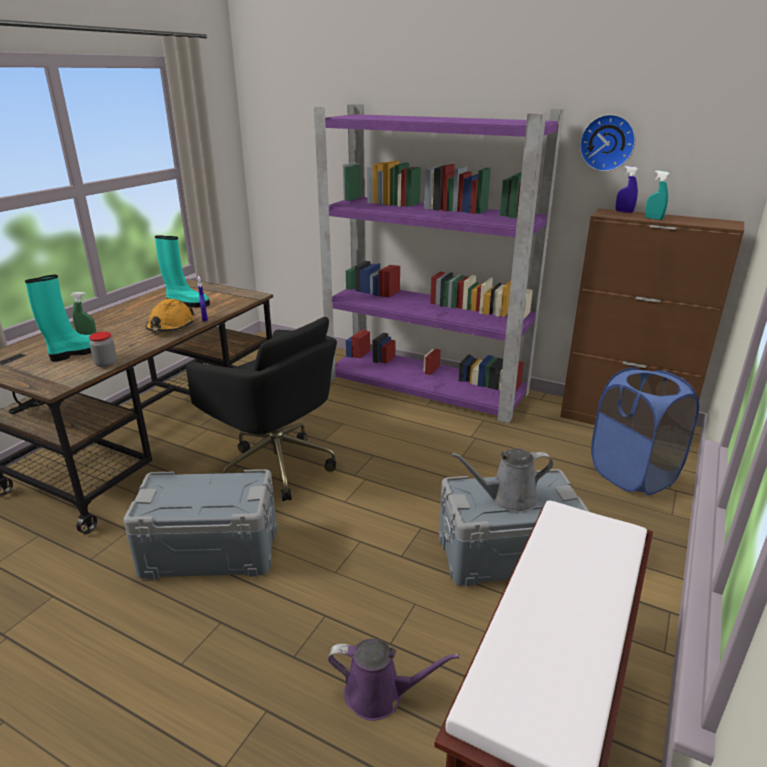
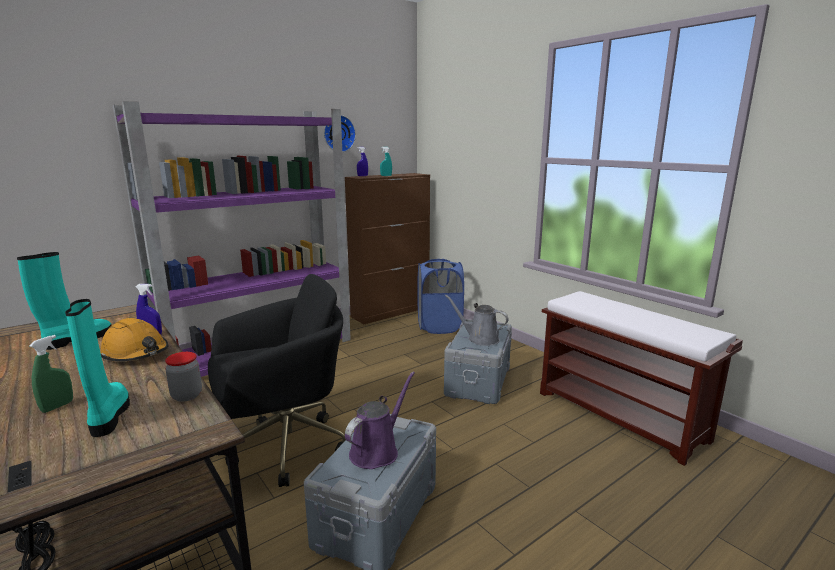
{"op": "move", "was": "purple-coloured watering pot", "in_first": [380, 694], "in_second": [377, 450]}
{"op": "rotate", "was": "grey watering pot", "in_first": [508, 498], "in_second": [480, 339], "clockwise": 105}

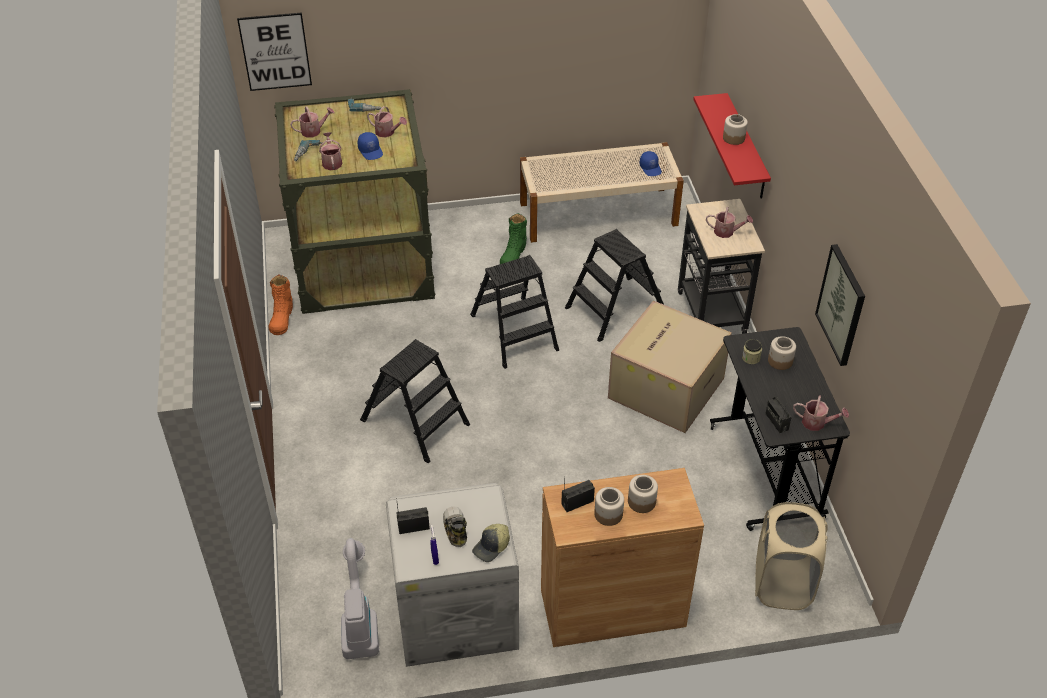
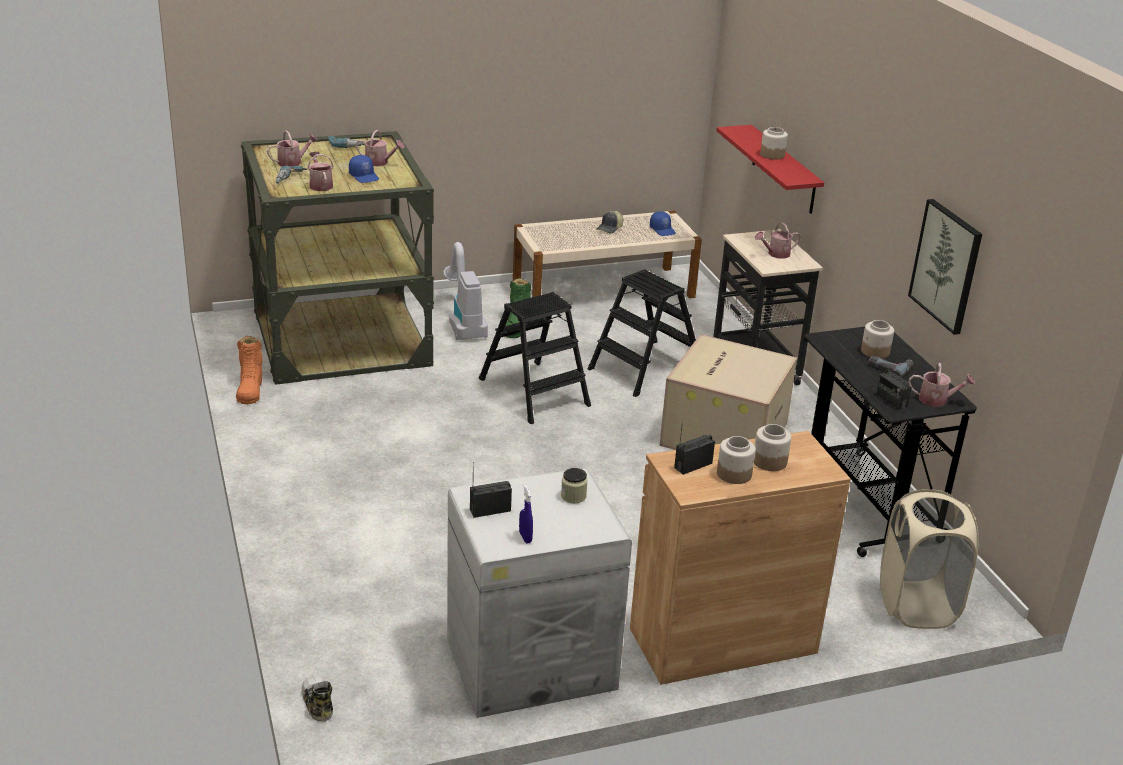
{"op": "delete", "was": "wall picture", "in_first": [275, 52]}
{"op": "move", "was": "hoover", "in_first": [359, 619], "in_second": [463, 322]}
{"op": "delete", "was": "black-coloured step ladder", "in_first": [415, 422]}
{"op": "move", "was": "low shoe", "in_first": [455, 529], "in_second": [317, 703]}
{"op": "move", "was": "baseball cap", "in_first": [492, 547], "in_second": [610, 228]}
{"op": "rotate", "was": "watering pot", "in_first": [727, 232], "in_second": [776, 254], "clockwise": 150}
{"op": "move", "was": "storage jar", "in_first": [751, 358], "in_second": [573, 496]}
{"op": "insert", "now": "electric drill", "in_second": [890, 368]}

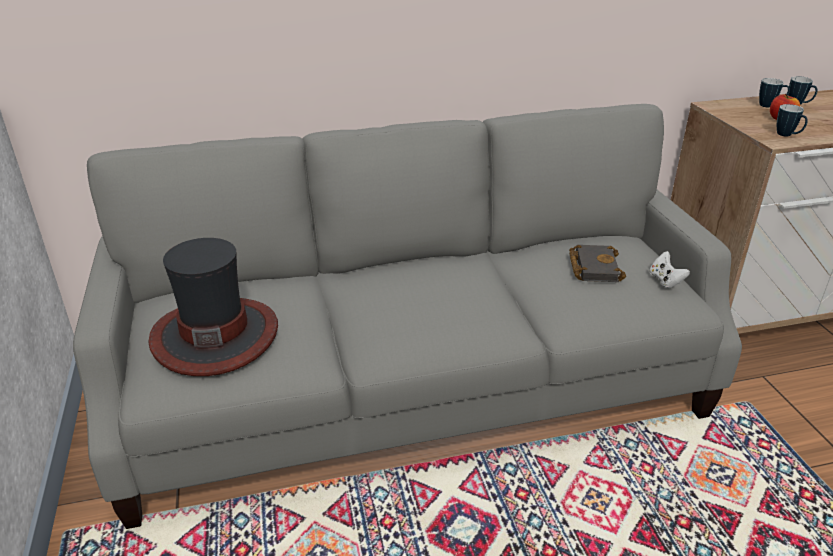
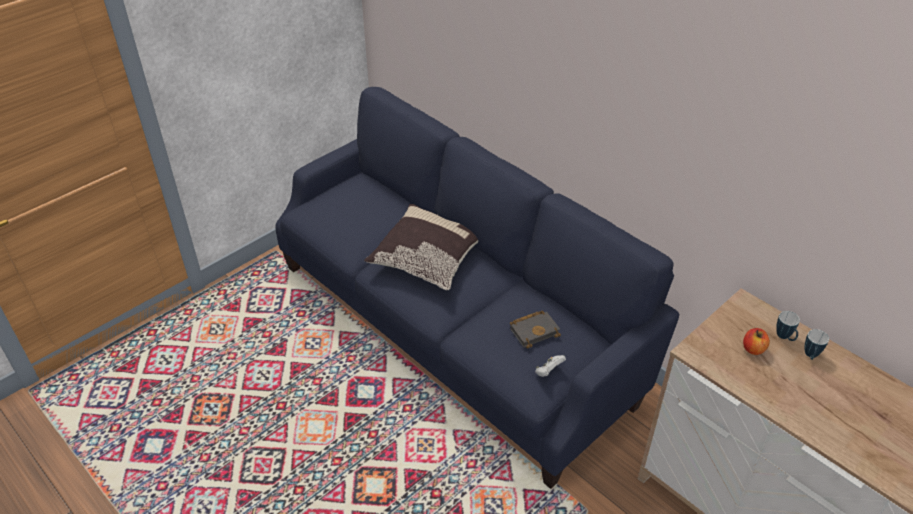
{"op": "recolor", "was": "grey settee", "now": "bluish settee", "in_first": [416, 394], "in_second": [457, 328]}
{"op": "delete", "was": "wearable hat", "in_first": [215, 335]}
{"op": "delete", "was": "tea mug", "in_first": [787, 136]}
{"op": "insert", "now": "pillow", "in_second": [428, 258]}

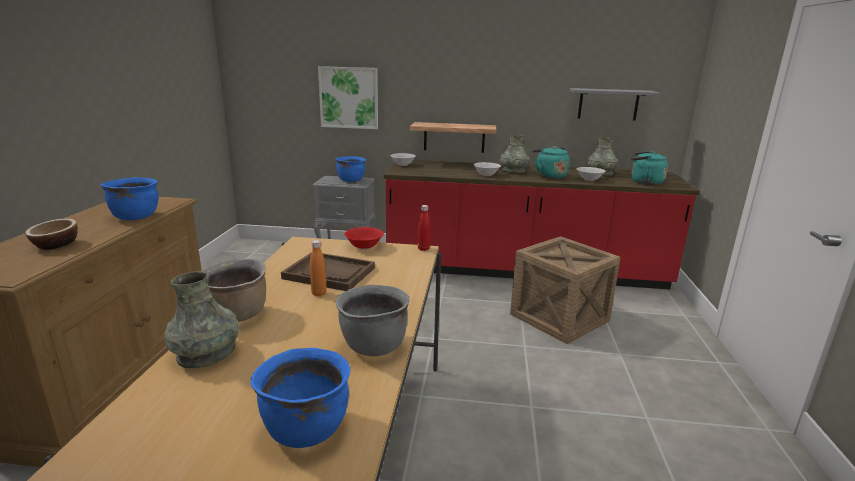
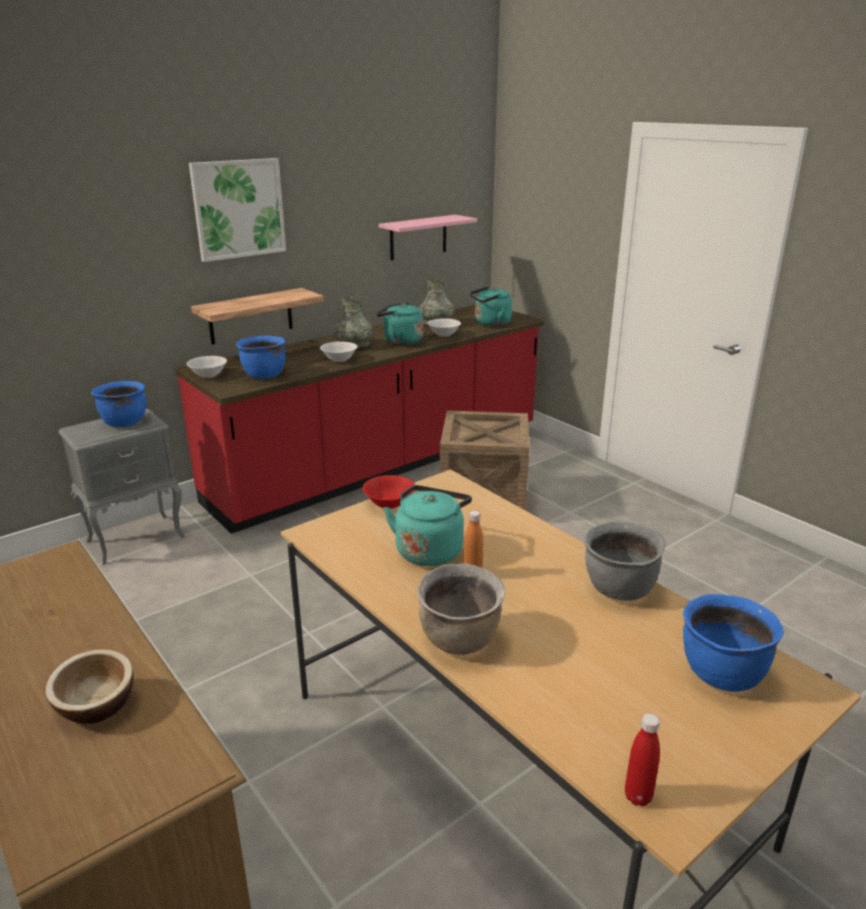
{"op": "move", "was": "bluish cooking pot", "in_first": [135, 216], "in_second": [264, 375]}
{"op": "delete", "was": "grey flower vase", "in_first": [206, 353]}
{"op": "replace", "was": "brown serving tray", "now": "turquoise-coloured water kettle", "in_first": [329, 273], "in_second": [430, 550]}
{"op": "move", "was": "wall picture", "in_first": [349, 97], "in_second": [238, 209]}
{"op": "move", "was": "red-coloured bottle", "in_first": [423, 249], "in_second": [638, 796]}
{"op": "recolor", "was": "grey wall shelf", "now": "pink-coloured wall shelf", "in_first": [608, 104], "in_second": [418, 237]}

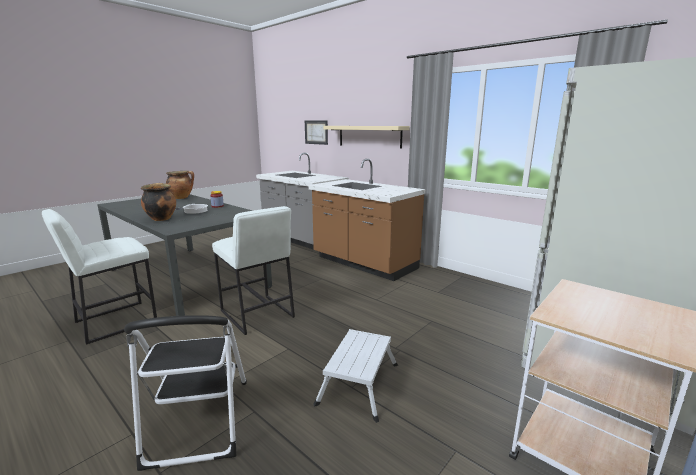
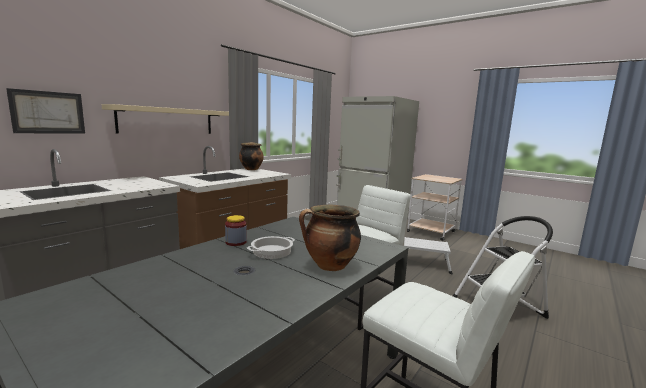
{"op": "move", "was": "cooking pot", "in_first": [182, 198], "in_second": [251, 169]}

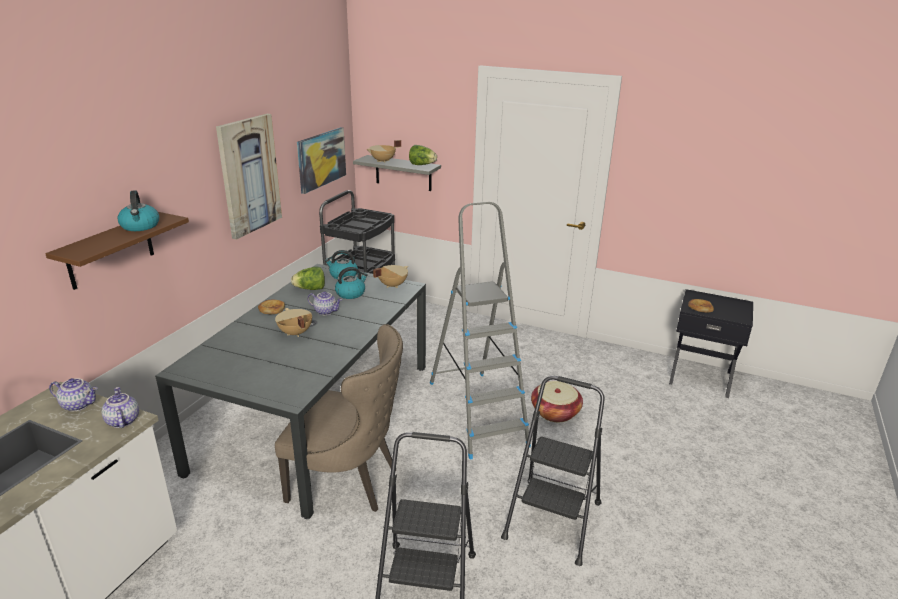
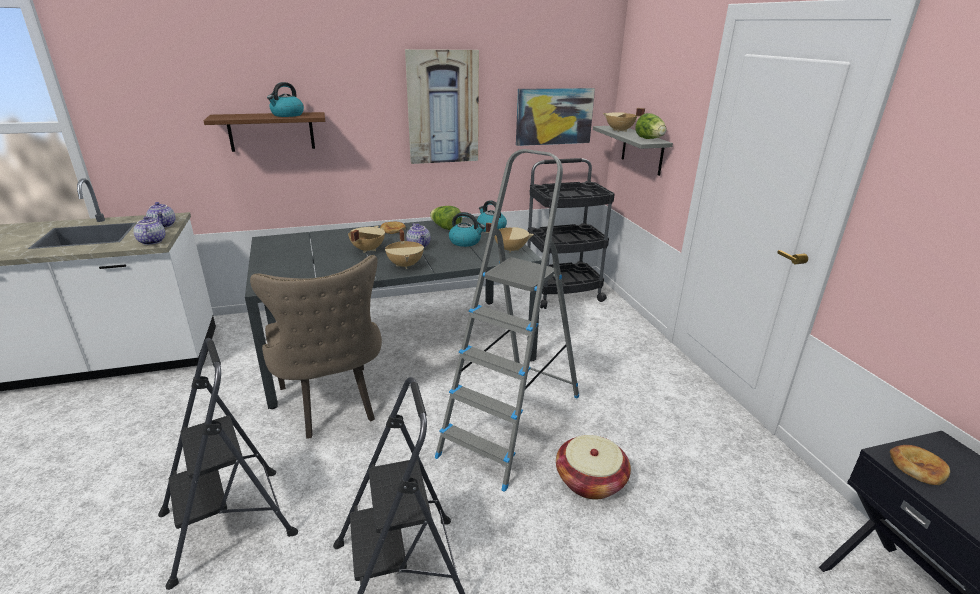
{"op": "rotate", "was": "pot for tea", "in_first": [122, 421], "in_second": [151, 241], "clockwise": -45}
{"op": "insert", "now": "beige cooking pot", "in_second": [406, 265]}

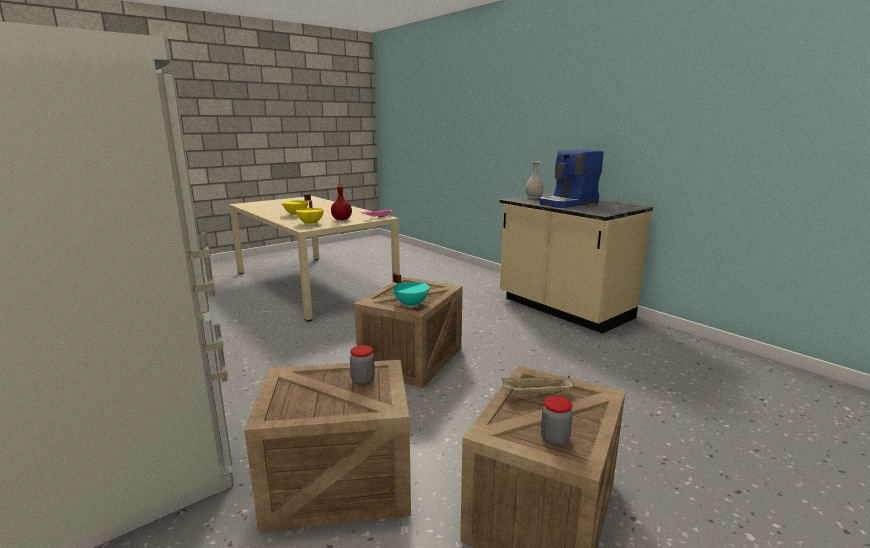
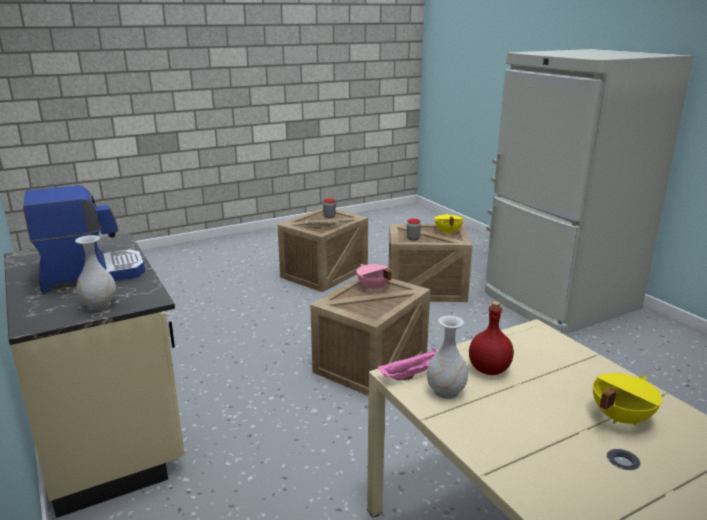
{"op": "move", "was": "yellow-coloured cooking pot", "in_first": [311, 223], "in_second": [447, 232]}
{"op": "recolor", "was": "turquoise-coloured cooking pot", "now": "pink-coloured cooking pot", "in_first": [411, 304], "in_second": [373, 288]}
{"op": "insert", "now": "white-coloured flower vase", "in_second": [446, 391]}

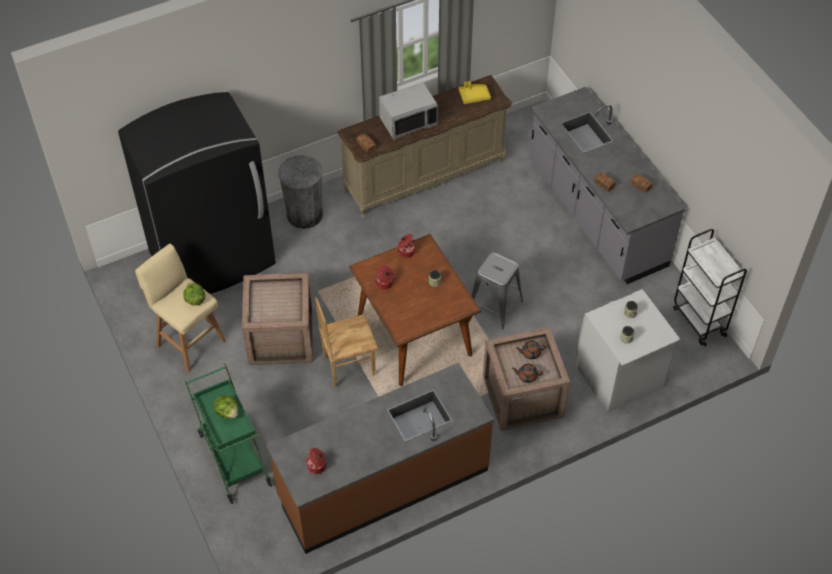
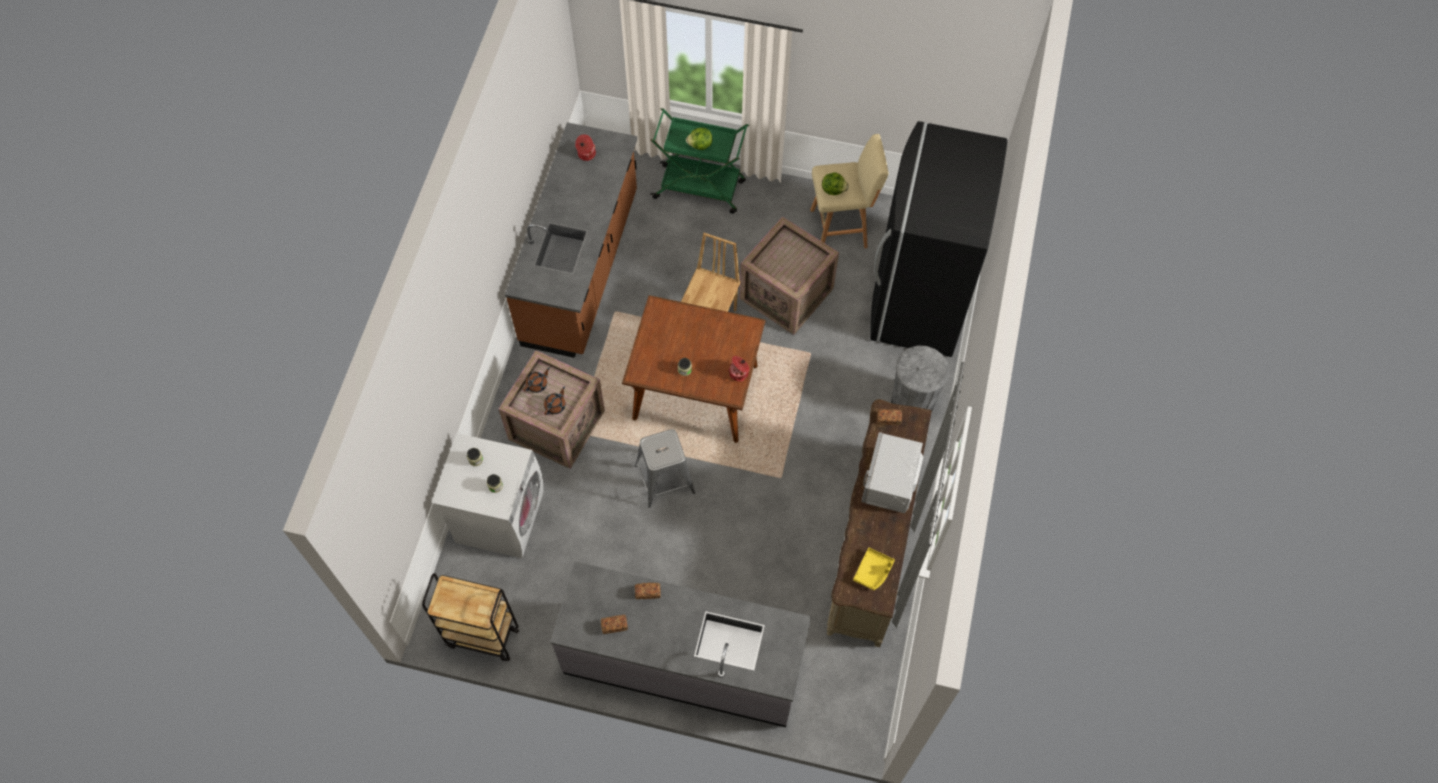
{"op": "delete", "was": "cooking pot", "in_first": [384, 283]}
{"op": "recolor", "was": "white-coloured cart", "now": "brown cart", "in_first": [699, 322], "in_second": [482, 639]}

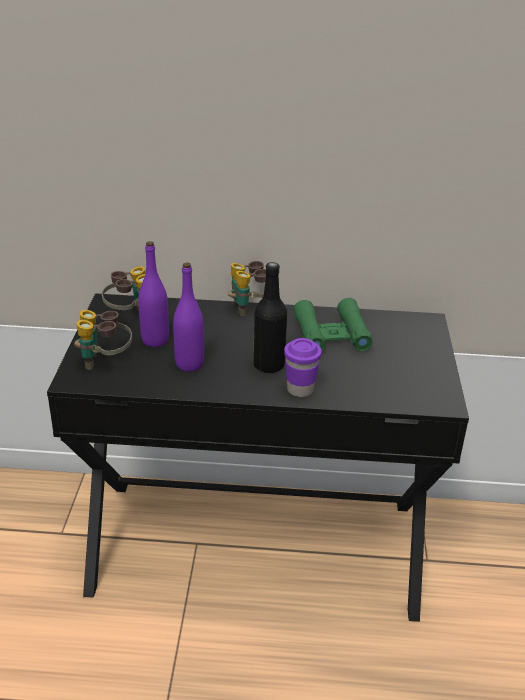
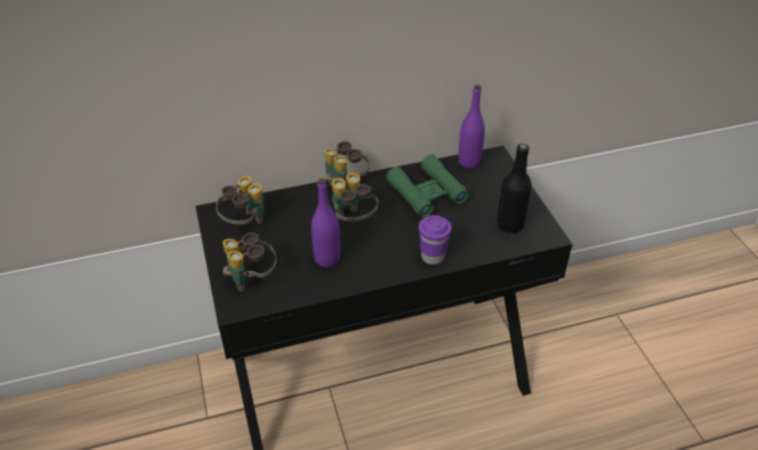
{"op": "move", "was": "purple-coloured bottle", "in_first": [155, 340], "in_second": [469, 162]}
{"op": "move", "was": "black-coloured bottle", "in_first": [268, 365], "in_second": [510, 225]}
{"op": "insert", "now": "field glasses", "in_second": [353, 220]}

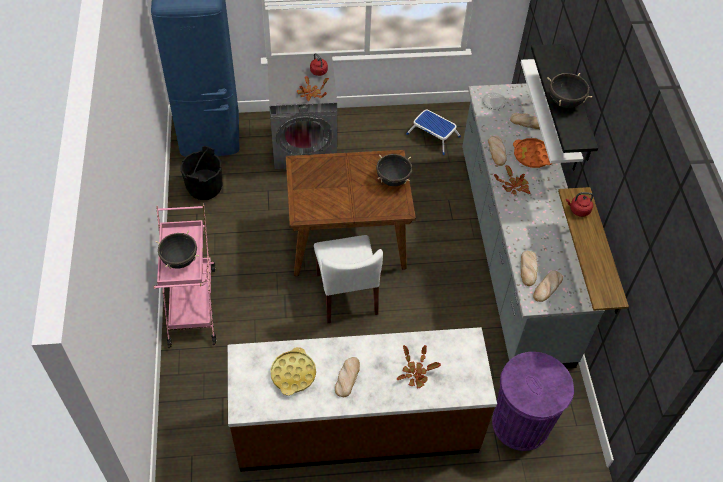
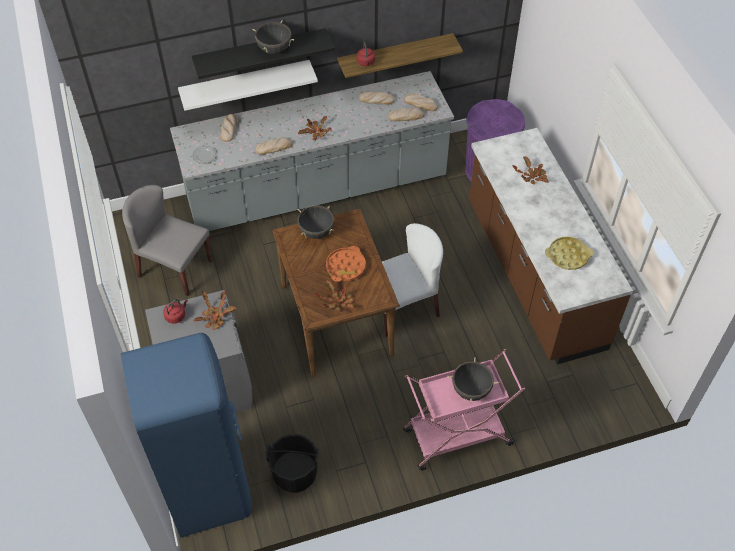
{"op": "move", "was": "bread", "in_first": [347, 377], "in_second": [376, 100]}
{"op": "replace", "was": "bluish step ladder", "now": "grey chair", "in_first": [433, 135], "in_second": [174, 268]}
{"op": "move", "was": "orangey serving tray", "in_first": [532, 156], "in_second": [346, 267]}
{"op": "insert", "now": "potted plant", "in_second": [337, 302]}

